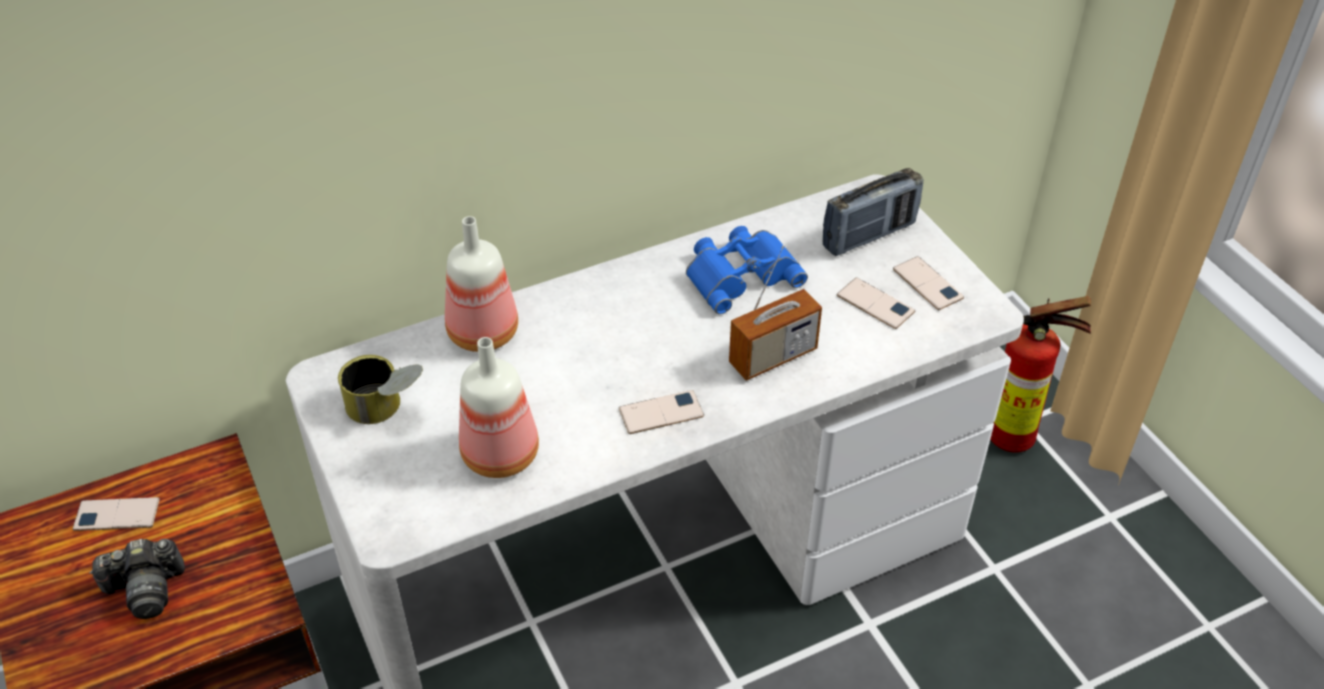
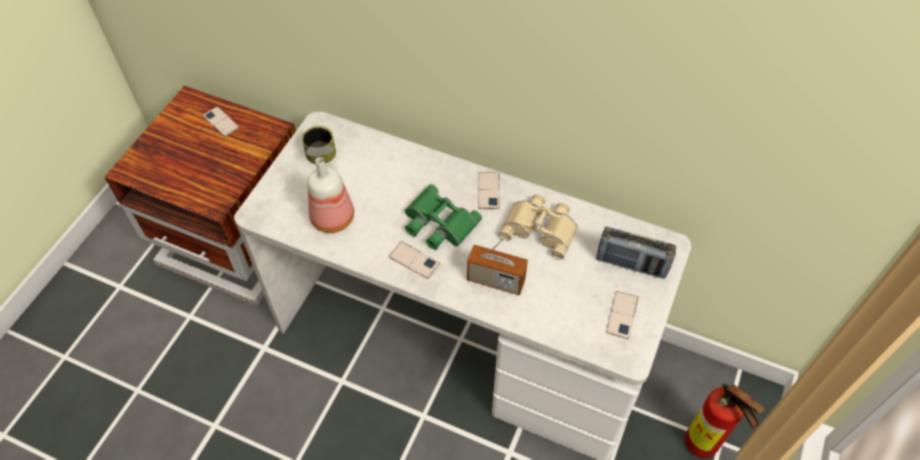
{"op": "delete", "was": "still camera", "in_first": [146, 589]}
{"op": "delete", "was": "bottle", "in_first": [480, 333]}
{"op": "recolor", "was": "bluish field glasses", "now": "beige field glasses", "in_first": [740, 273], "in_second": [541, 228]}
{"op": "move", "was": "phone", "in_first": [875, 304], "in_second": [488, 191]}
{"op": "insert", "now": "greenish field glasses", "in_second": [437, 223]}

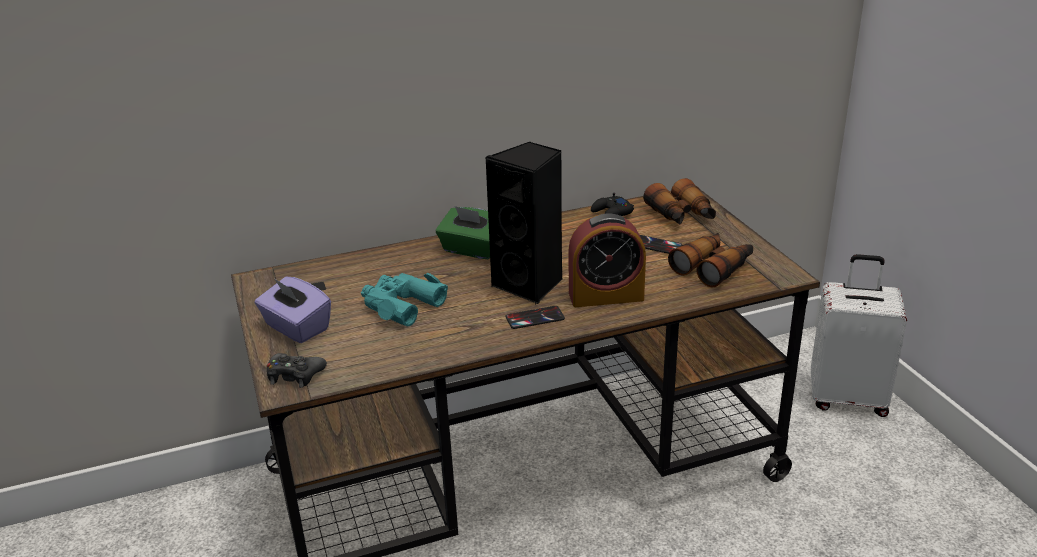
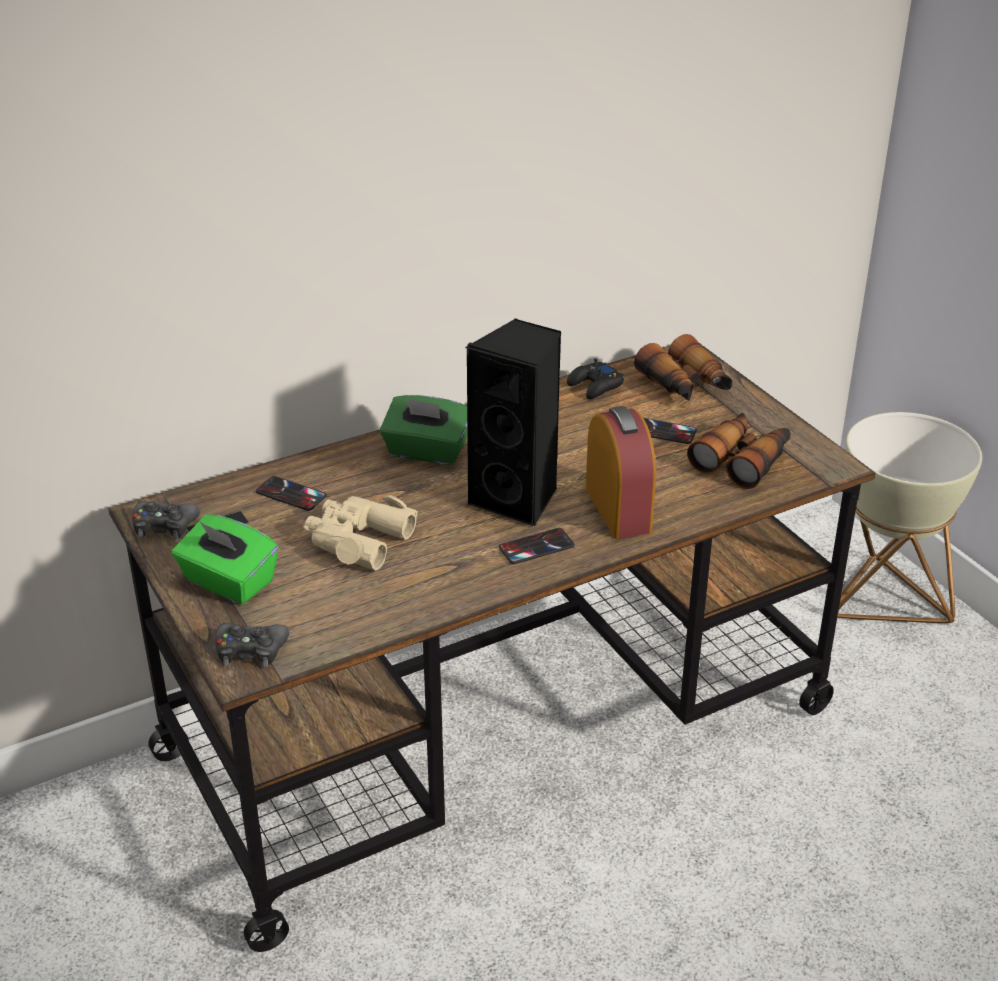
{"op": "recolor", "was": "purple-coloured tissue box", "now": "greenish tissue box", "in_first": [296, 328], "in_second": [228, 582]}
{"op": "recolor", "was": "turquoise-coloured field glasses", "now": "beige field glasses", "in_first": [401, 305], "in_second": [357, 540]}
{"op": "rotate", "was": "bedside clock", "in_first": [606, 296], "in_second": [618, 509], "clockwise": -90}
{"op": "replace", "was": "white-coloured piece of luggage", "now": "planter", "in_first": [847, 398], "in_second": [886, 596]}
{"op": "insert", "now": "black-coloured joypad", "in_second": [164, 526]}
{"op": "insert", "now": "phone", "in_second": [291, 494]}

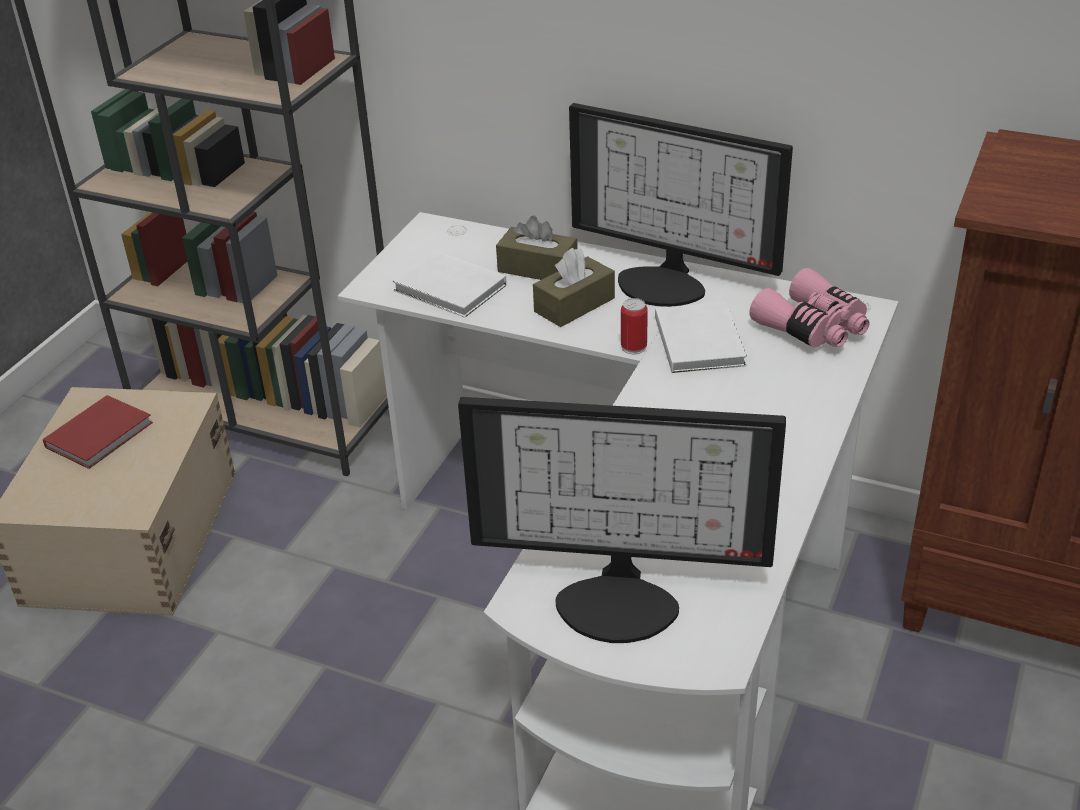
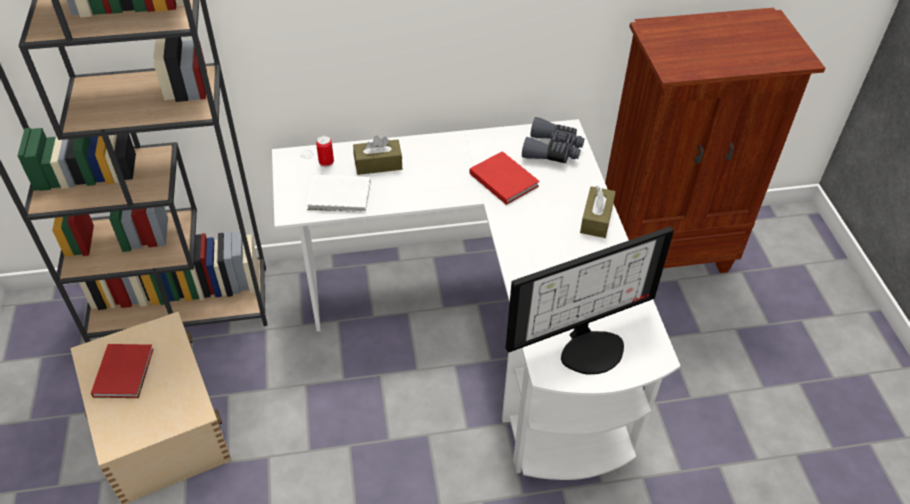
{"op": "move", "was": "brown tissue box", "in_first": [574, 305], "in_second": [596, 219]}
{"op": "delete", "was": "computer screen", "in_first": [666, 282]}
{"op": "move", "was": "can", "in_first": [633, 347], "in_second": [326, 162]}
{"op": "recolor", "was": "white-coloured volume", "now": "red-coloured volume", "in_first": [700, 339], "in_second": [503, 178]}
{"op": "recolor", "was": "pink-coloured field glasses", "now": "grey field glasses", "in_first": [813, 327], "in_second": [553, 150]}

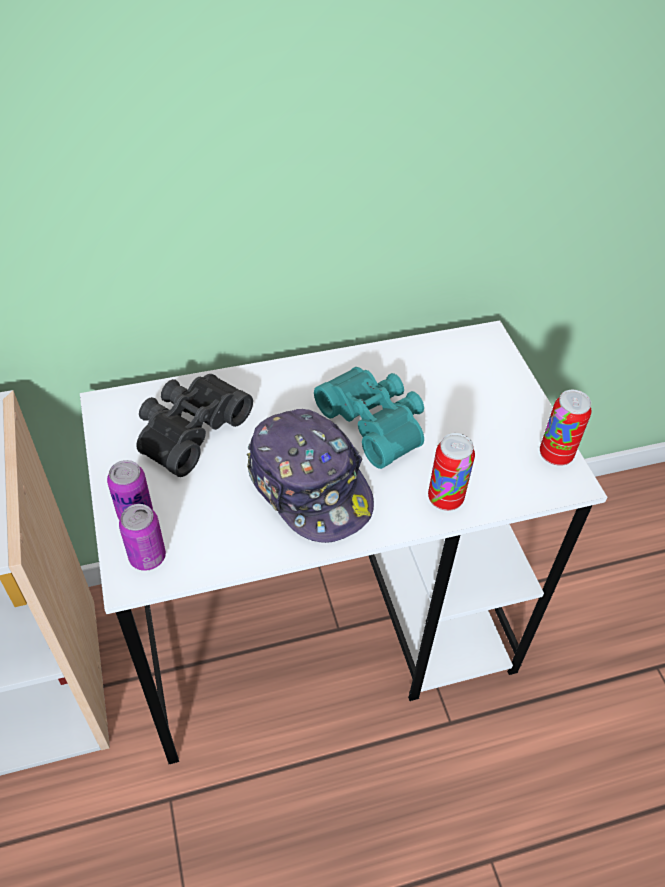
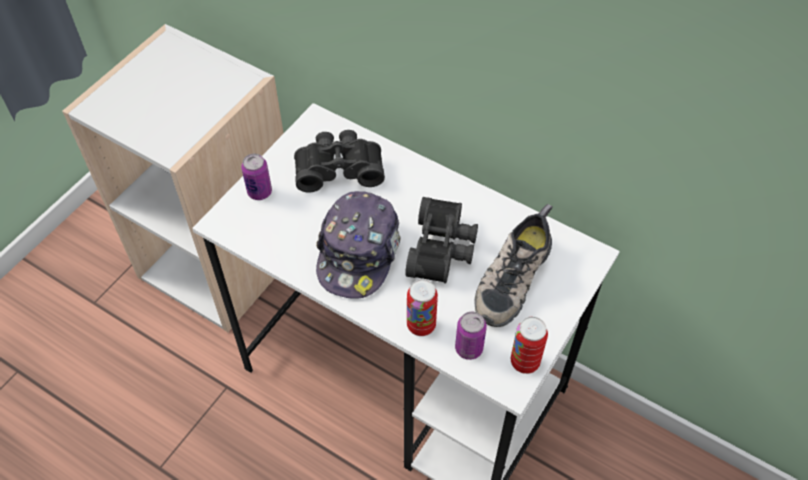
{"op": "move", "was": "can", "in_first": [147, 557], "in_second": [469, 348]}
{"op": "recolor", "was": "turquoise-coloured field glasses", "now": "black-coloured field glasses", "in_first": [376, 422], "in_second": [443, 248]}
{"op": "insert", "now": "low shoe", "in_second": [511, 276]}

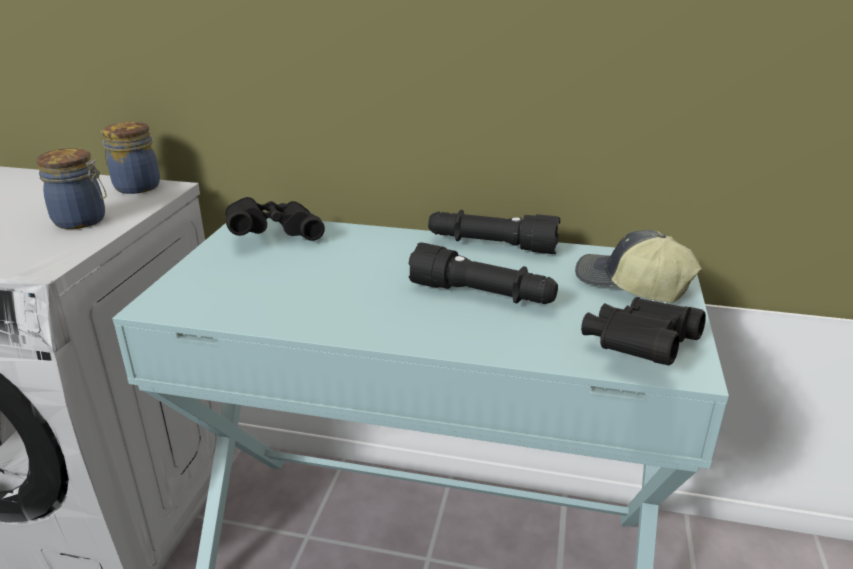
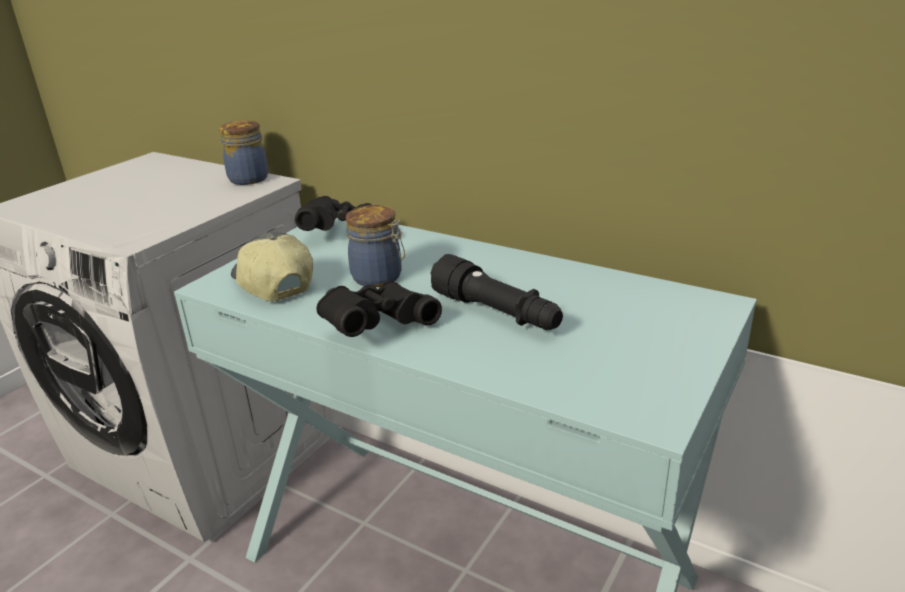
{"op": "move", "was": "storage jar", "in_first": [82, 221], "in_second": [379, 277]}
{"op": "delete", "was": "black-coloured torch", "in_first": [491, 245]}
{"op": "move", "was": "baseball cap", "in_first": [631, 285], "in_second": [272, 283]}
{"op": "move", "was": "black-coloured field glasses", "in_first": [639, 349], "in_second": [376, 326]}

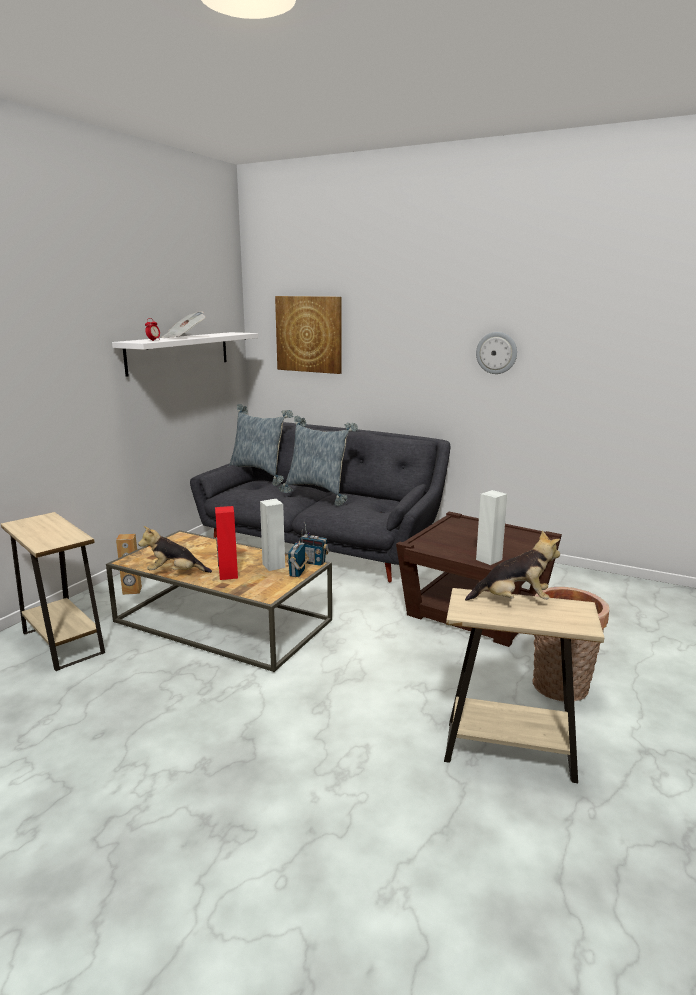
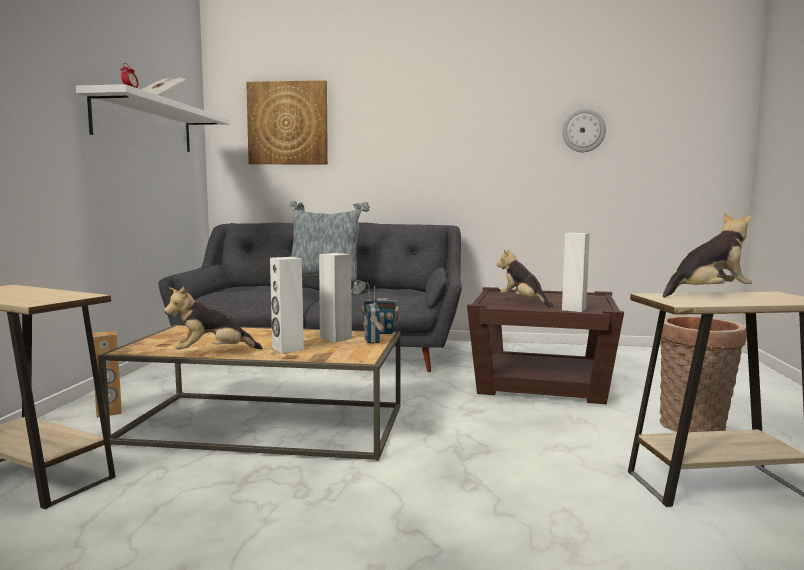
{"op": "recolor", "was": "red-coloured audio speaker", "now": "white-coloured audio speaker", "in_first": [228, 575], "in_second": [287, 349]}
{"op": "delete", "was": "pillow", "in_first": [259, 478]}
{"op": "move", "was": "hanging clock", "in_first": [496, 353], "in_second": [583, 130]}
{"op": "insert", "now": "soft toy", "in_second": [523, 302]}

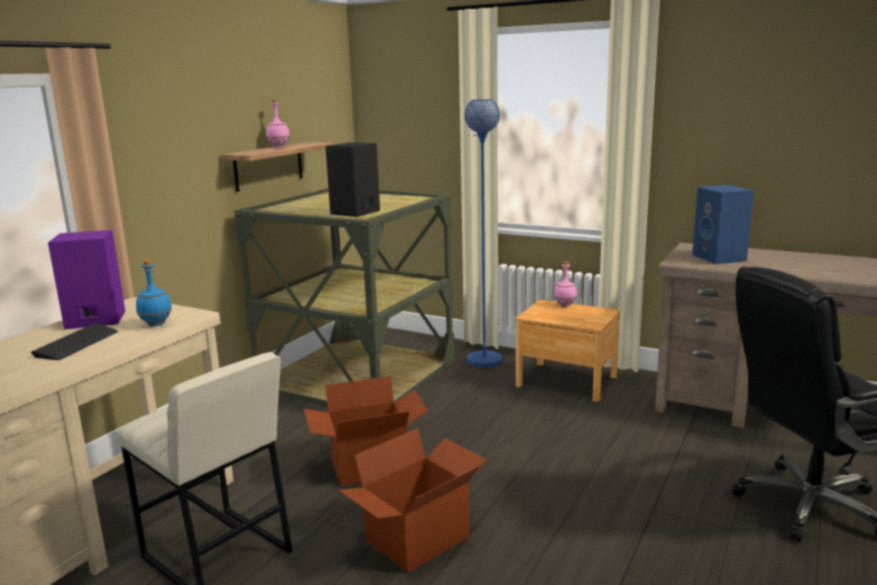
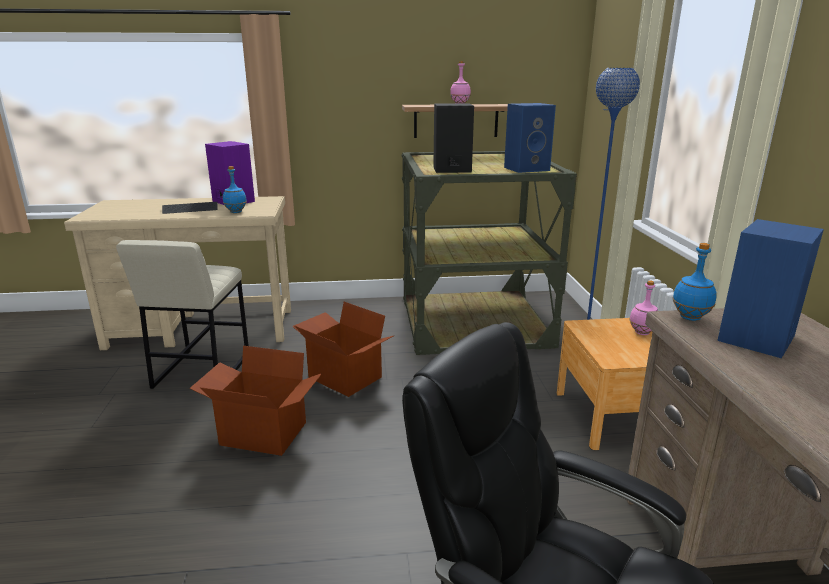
{"op": "insert", "now": "bluish audio speaker", "in_second": [527, 169]}
{"op": "insert", "now": "bluish bottle", "in_second": [689, 317]}

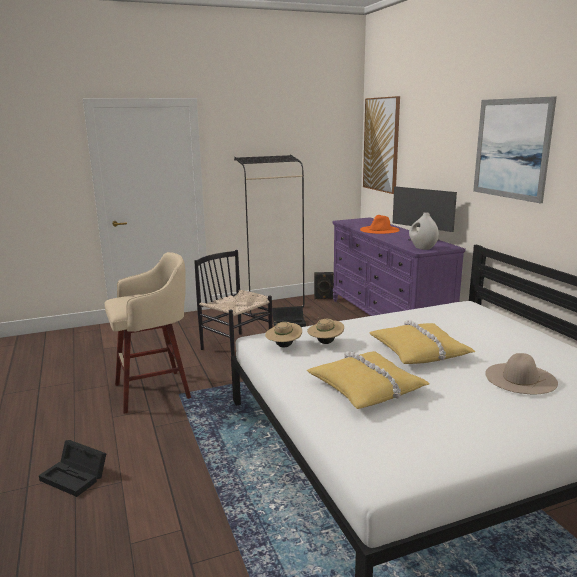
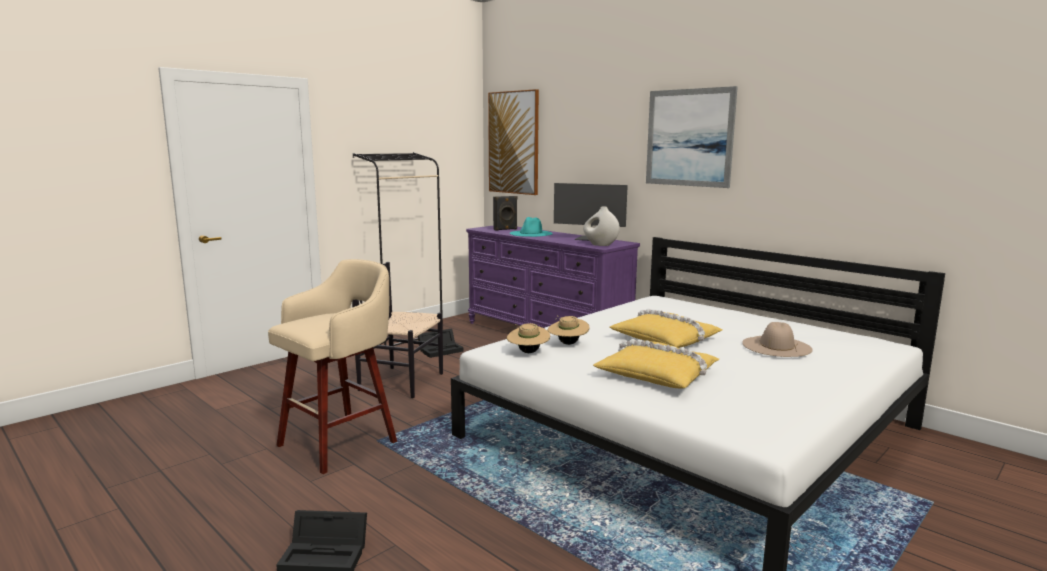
{"op": "move", "was": "black-coloured audio speaker", "in_first": [323, 298], "in_second": [505, 229]}
{"op": "recolor", "was": "orangey wearable hat", "now": "turquoise-coloured wearable hat", "in_first": [379, 229], "in_second": [531, 233]}

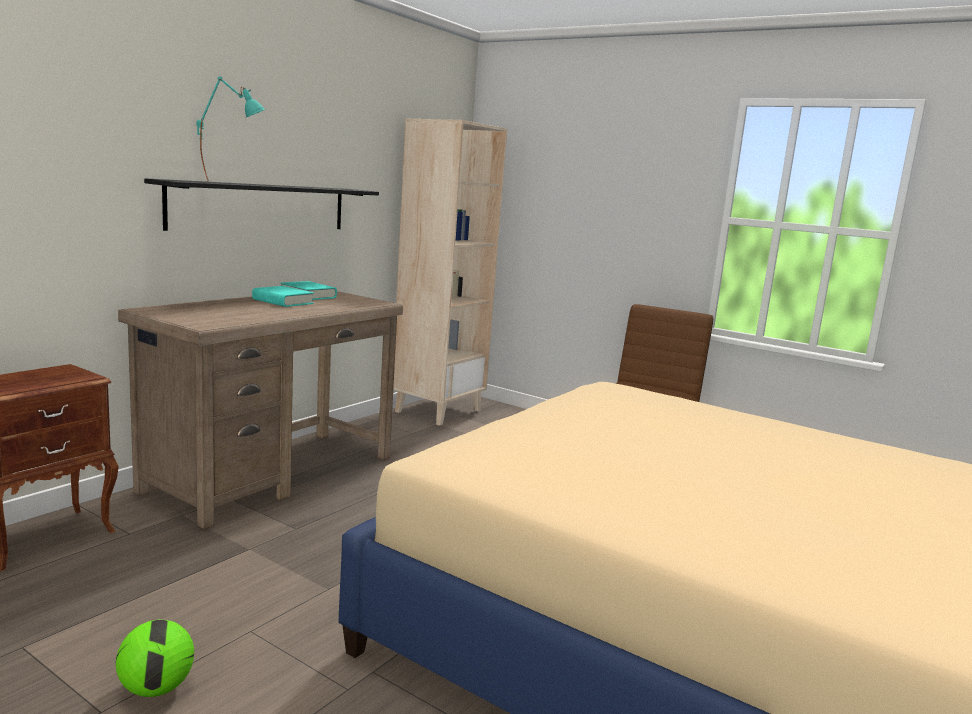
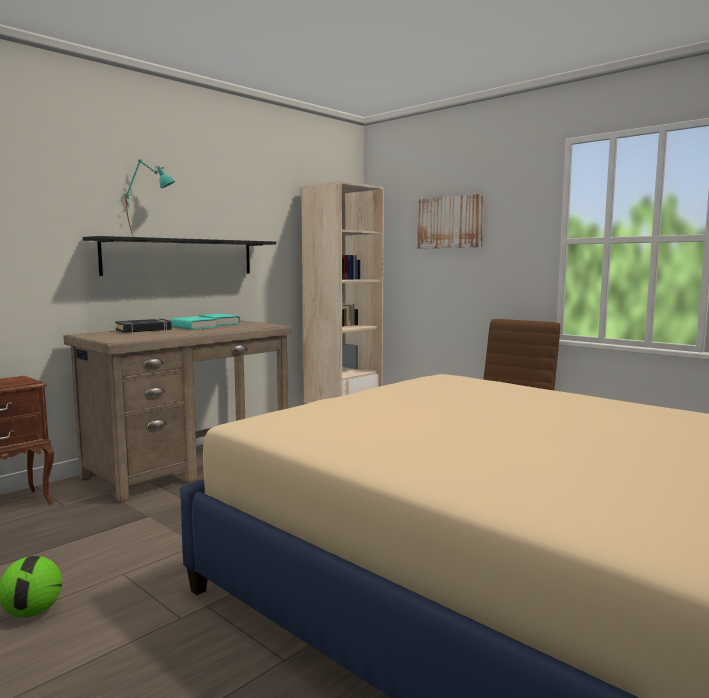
{"op": "insert", "now": "black-coloured volume", "in_second": [144, 330]}
{"op": "insert", "now": "wall picture", "in_second": [450, 222]}

